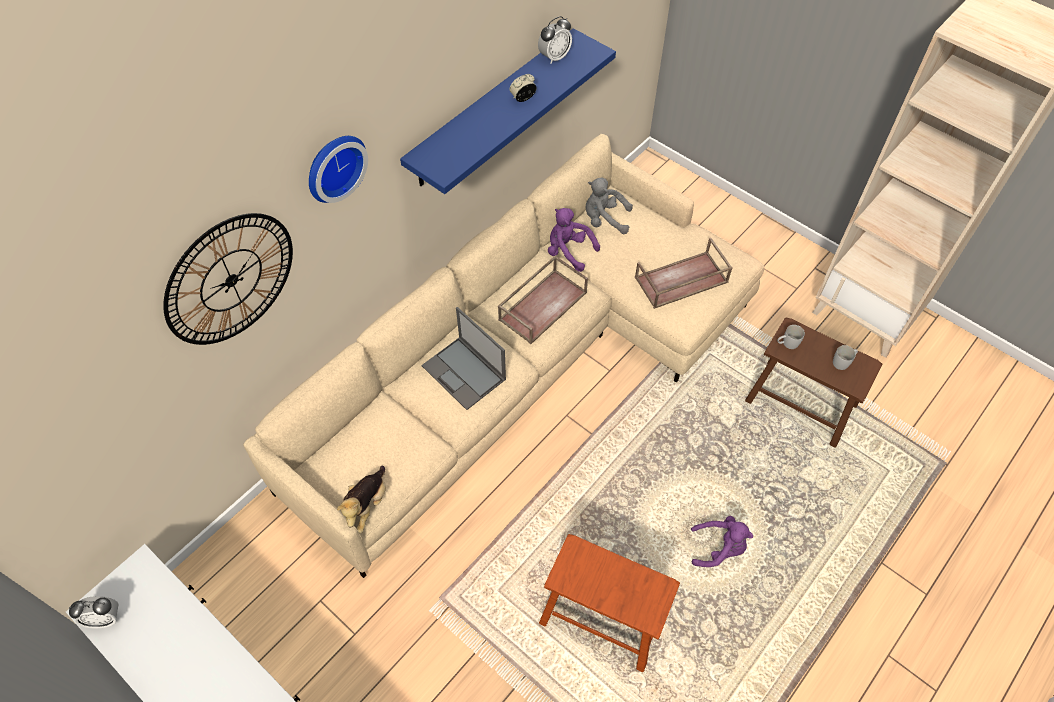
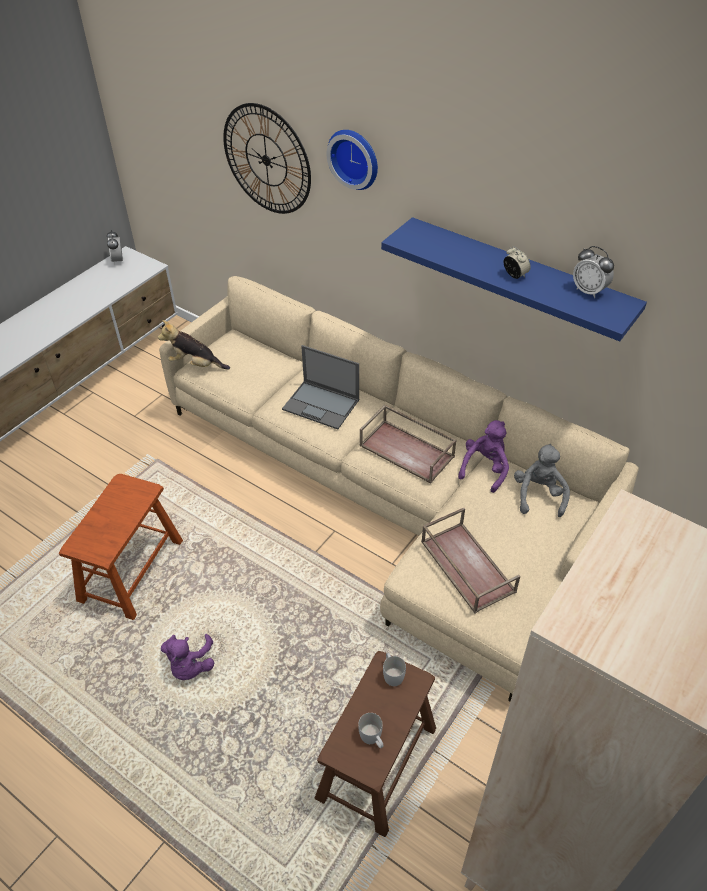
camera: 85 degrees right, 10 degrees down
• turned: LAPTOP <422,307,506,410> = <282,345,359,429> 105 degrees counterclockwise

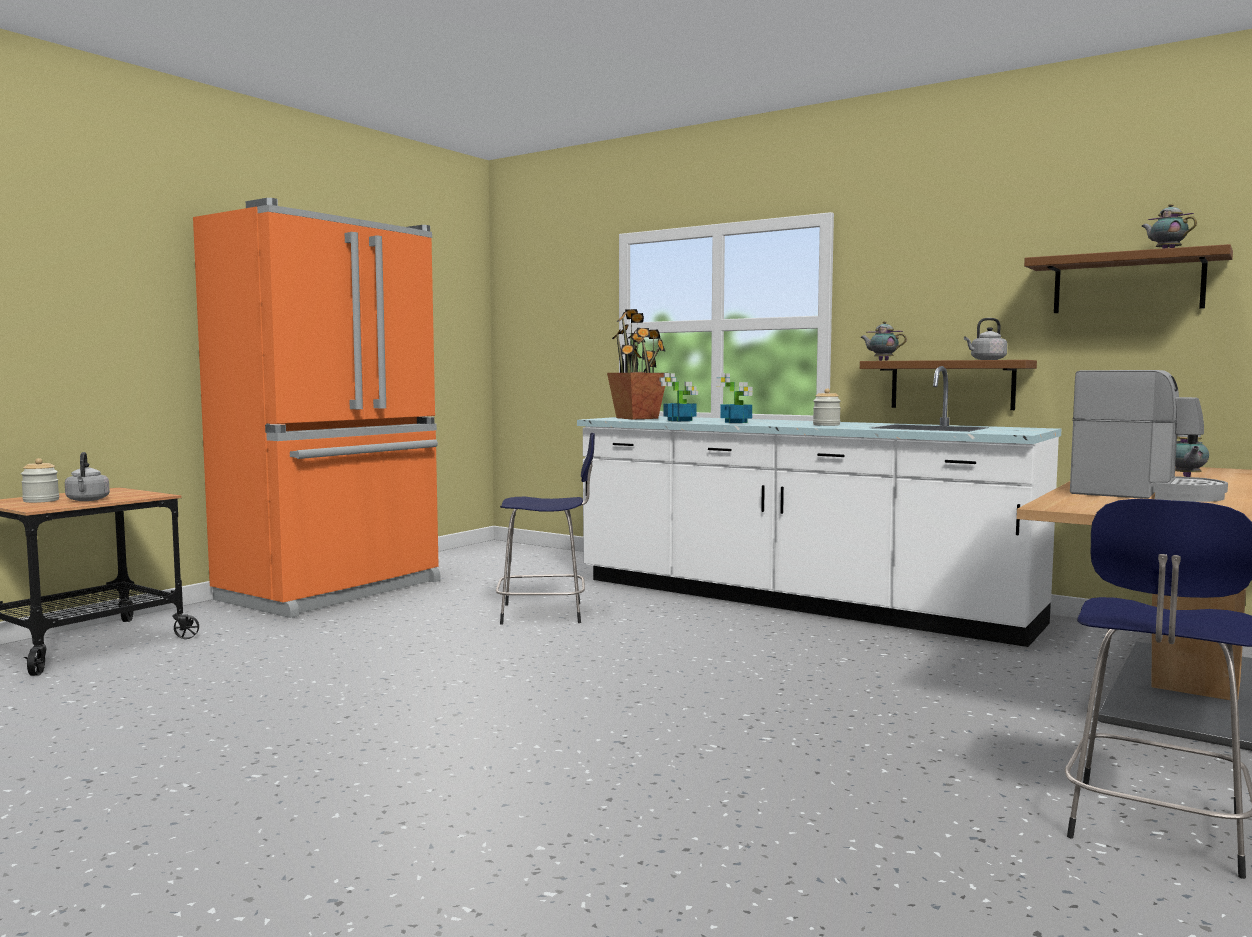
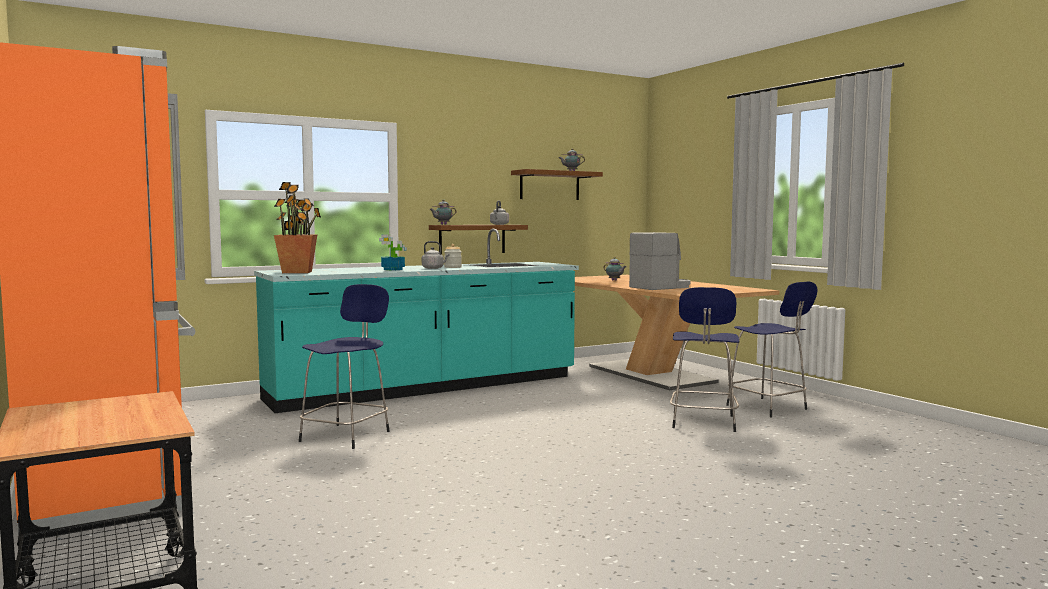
camera: 65 degrees left, 0 degrees up
• removed: JAR <21,458,59,503>
• removed: HOUSEPLANT <660,373,698,421>
• added: BLUE SITTING STOOL <670,287,740,432>
• moved: GREY TEA KETTLE <65,452,110,501> to <422,241,450,269>
• recoloured: WHITE KITCHEN BASE UNIT <577,366,1061,647> to BLUE-GREEN KITCHEN BASE UNIT <254,229,579,413>

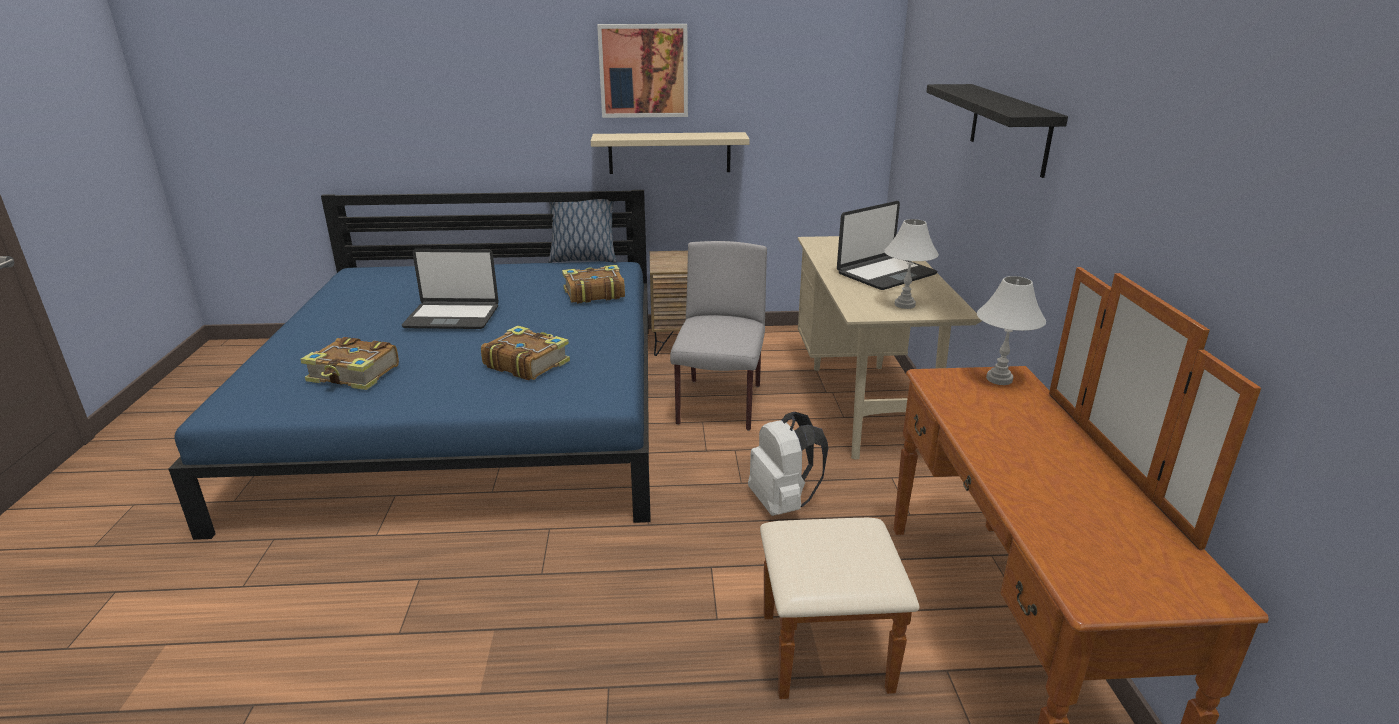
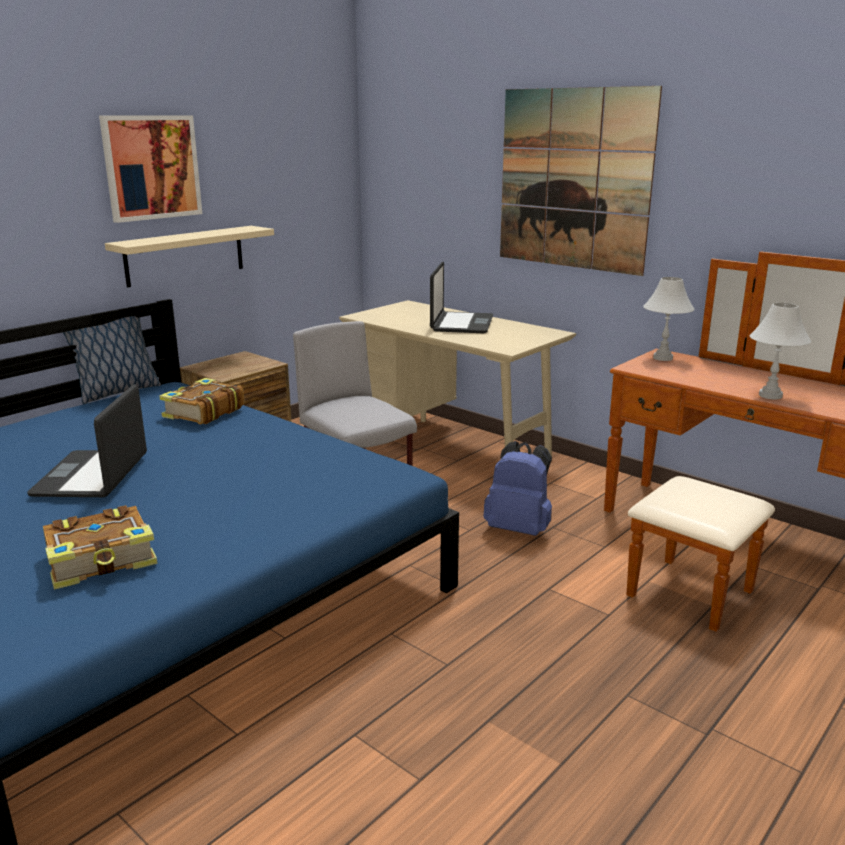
camera: 45 degrees left, 5 degrees down
• removed: BOUND BOOK <481,326,570,380>
• moved: WHITE TABLETOP LAMP <884,219,939,309> to <750,303,811,399>
• replaced: BLACK-COLOURED WALL SHELF <926,84,1068,178> to WALL PICTURE <500,86,662,276>
• recoloured: WHITE BACKPACK <748,412,828,516> to BLUE BACKPACK <483,441,552,536>
• turned: LAPTOP <402,249,499,329> = <27,384,147,497> 135 degrees clockwise

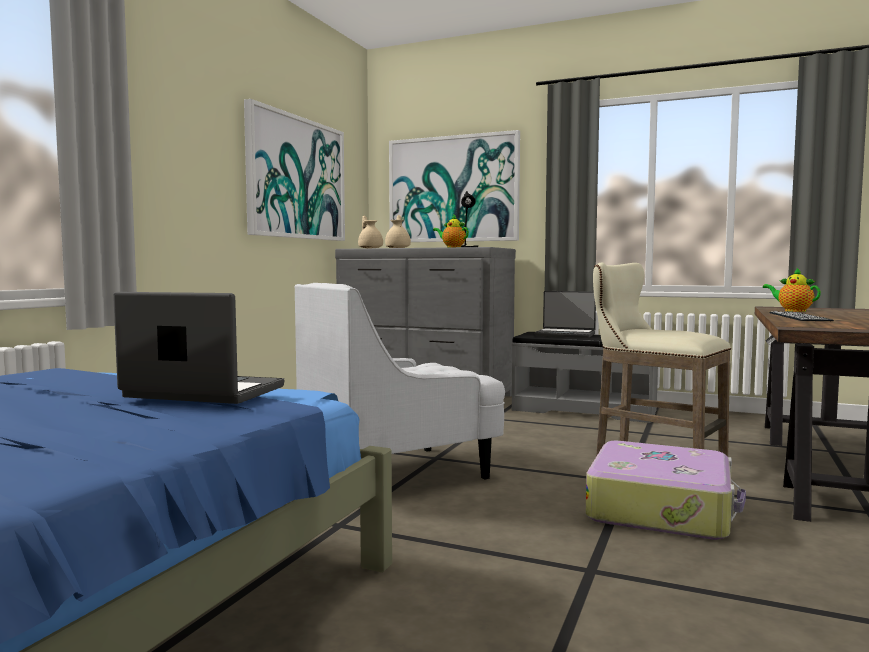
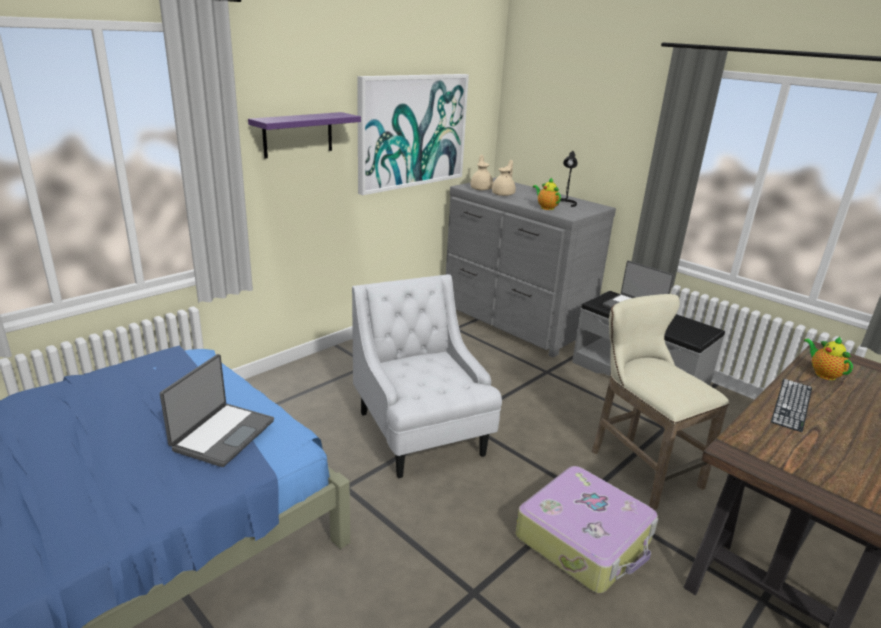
camera: 20 degrees right, 20 degrees up
• removed: WALL PICTURE <389,130,520,242>
• added: PURPLE-COLOURED WALL SHELF <248,112,361,158>
• turned: LAPTOP <113,292,284,404> = <160,354,274,467> 75 degrees clockwise
• turned: WHITE LOUNGE CHAIR <295,283,505,480> = <352,274,502,478> 75 degrees clockwise

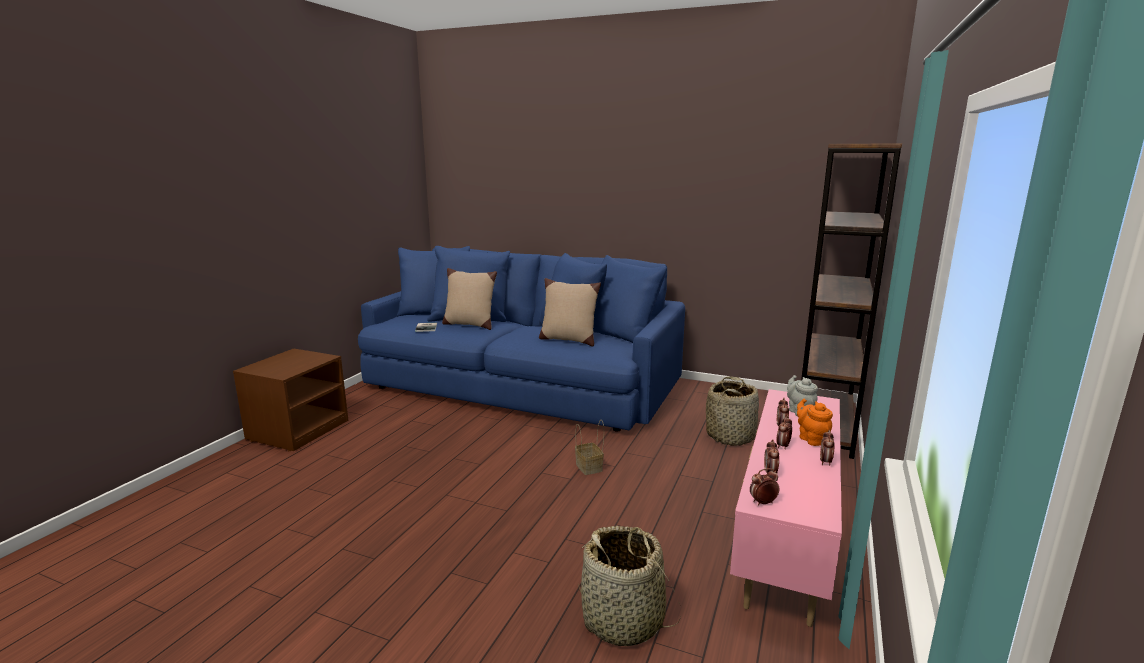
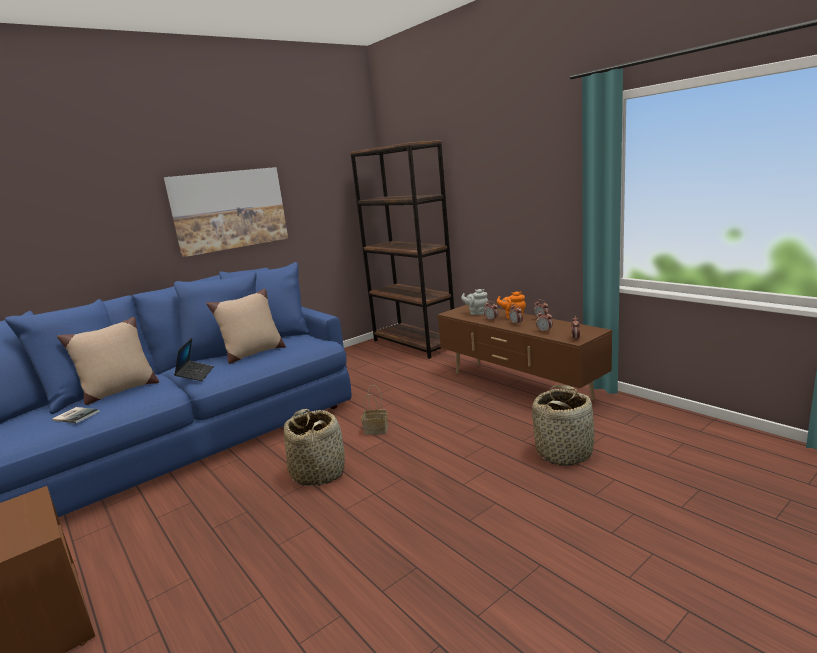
camera: 60 degrees left, 0 degrees up
• added: WALL PICTURE <164,167,288,257>
• added: LAPTOP <174,338,214,381>
• moved: STORAGE BASKET <706,376,759,446> to <284,409,345,486>
• recoloured: PINKISH MEDIA CONSOLE <730,389,842,627> to BROWNISH MEDIA CONSOLE <438,305,612,400>

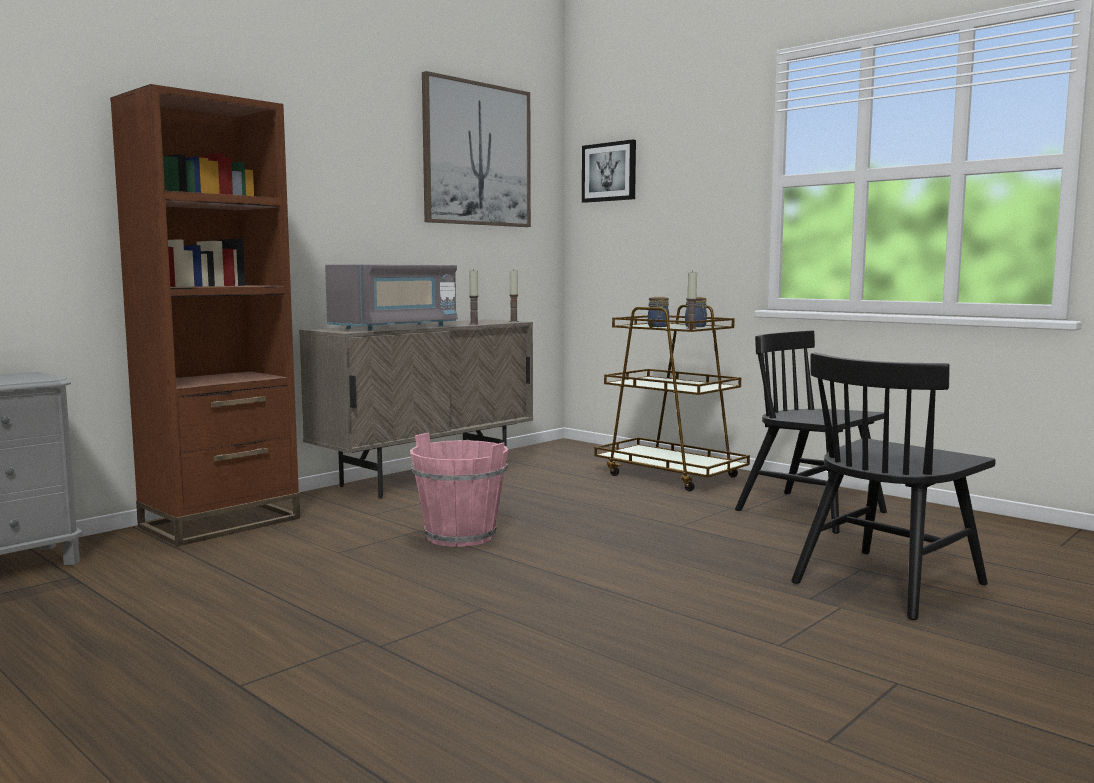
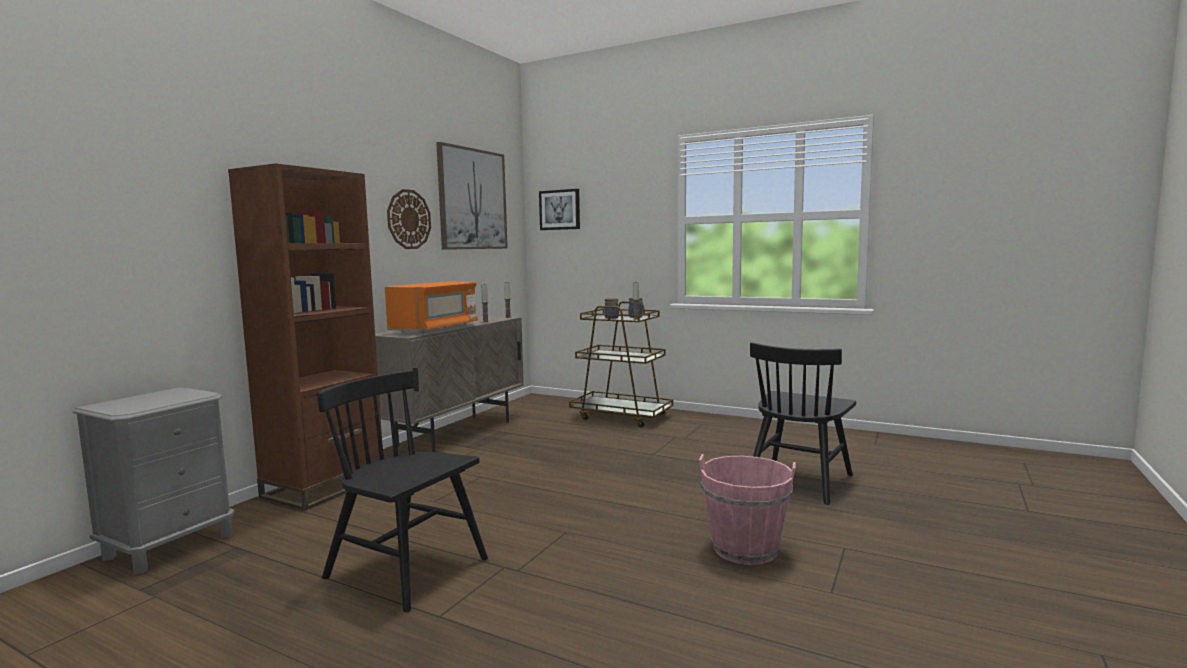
camera: 15 degrees left, 0 degrees up
• added: CLOCK ON THE WALL <387,189,431,249>
• moved: PINKISH BUCKET <410,433,509,547> to <699,454,796,565>
• moved: BLACK-COLOURED CHAIR <735,331,887,534> to <317,370,488,613>
• recoloured: GREY KITCHEN MICROWAVE <325,264,458,331> to ORANGE-COLOURED KITCHEN MICROWAVE <385,281,478,334>

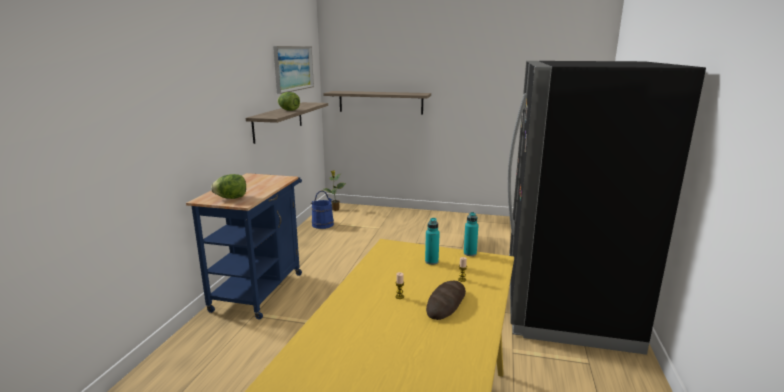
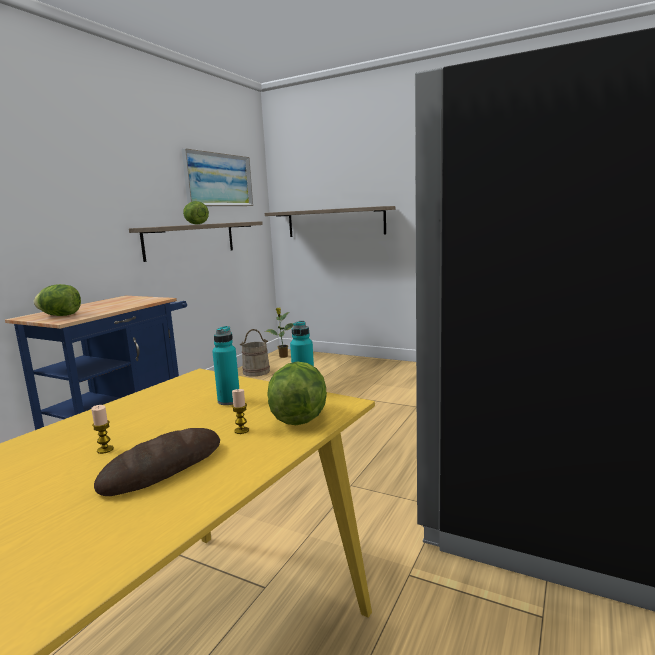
camera: 15 degrees right, 5 degrees down
• added: LETTUCE <267,361,327,425>
• recoloured: BLUE BUCKET <311,191,334,229> to BEIGE-COLOURED BUCKET <240,329,270,377>

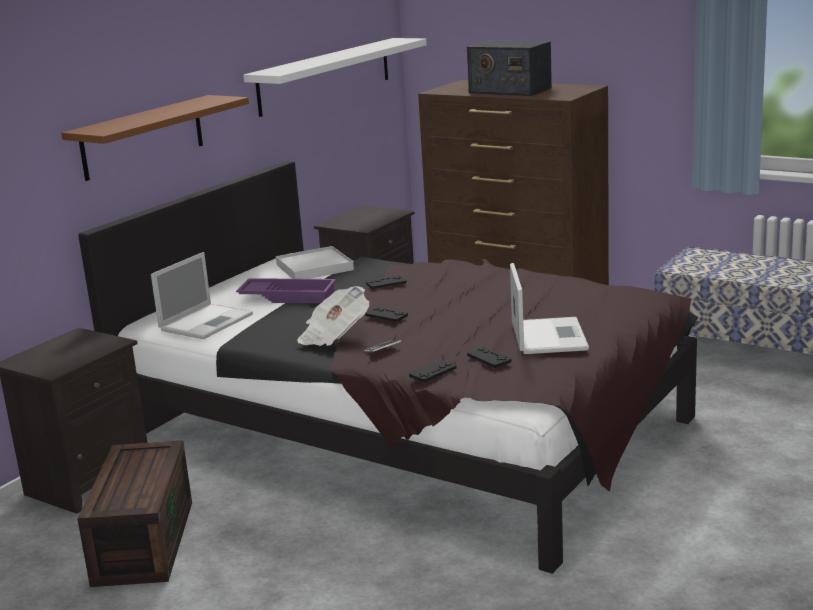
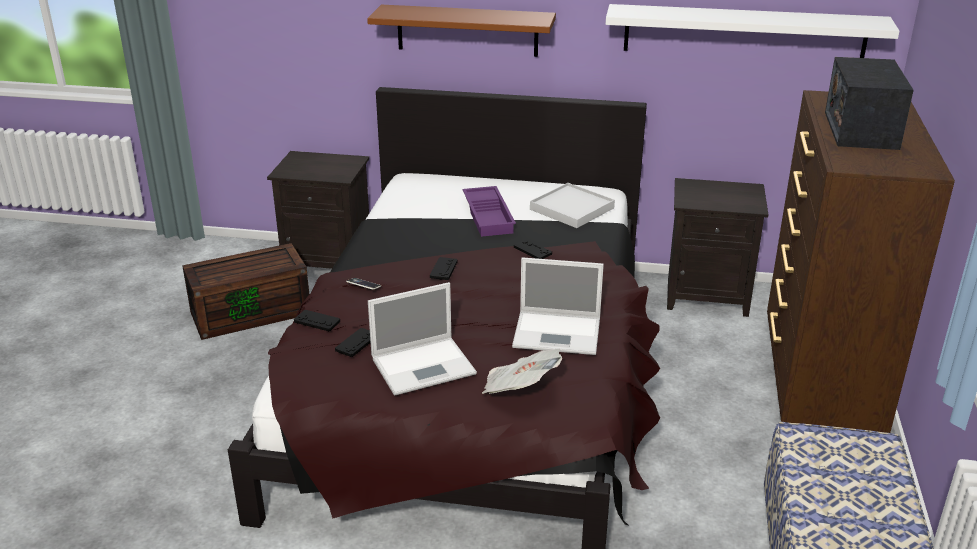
camera: 65 degrees right, 10 degrees up
• moved: LAPTOP <151,252,253,339> to <512,257,604,355>
• moved: NEWSPAPER <297,286,369,346> to <482,349,562,394>

